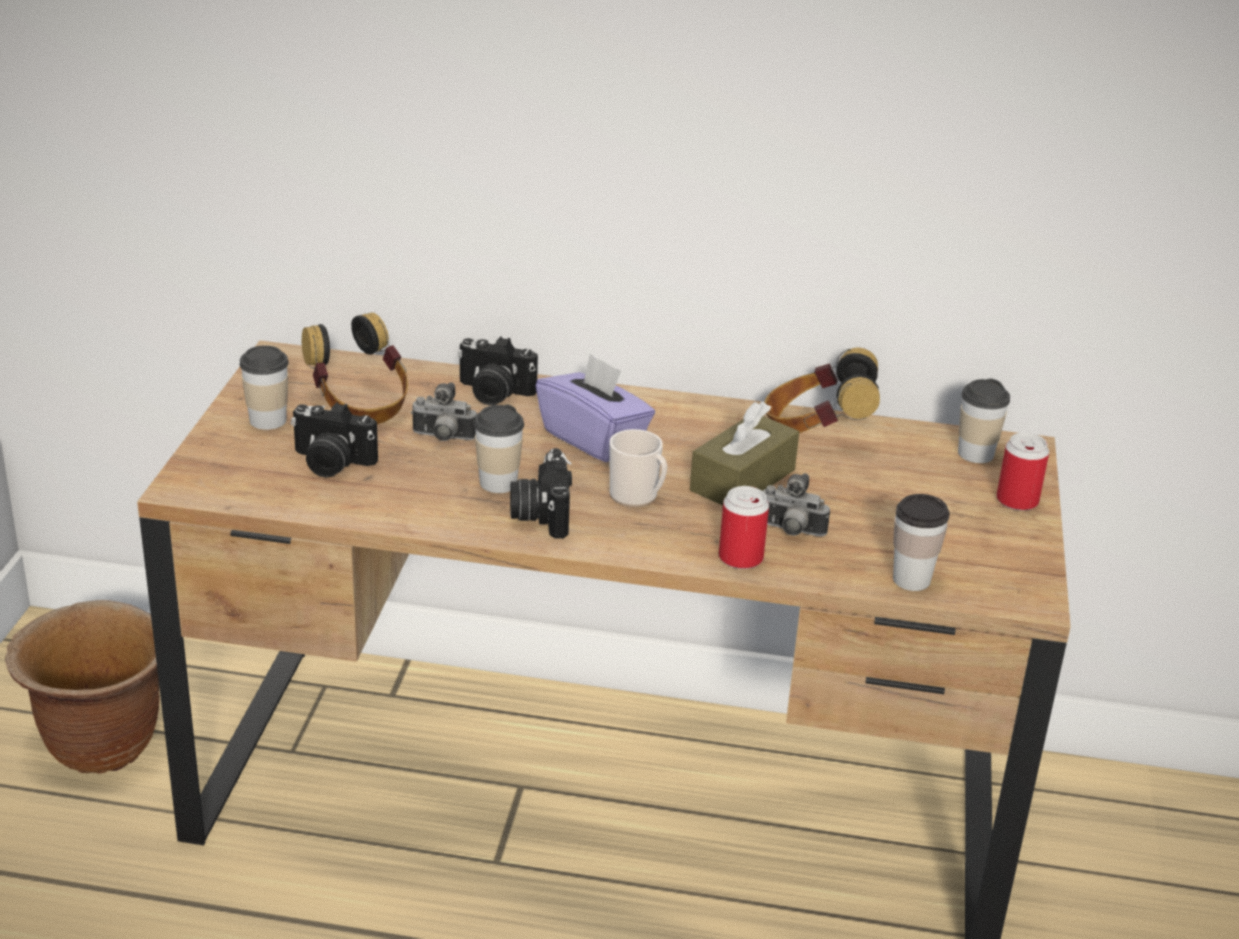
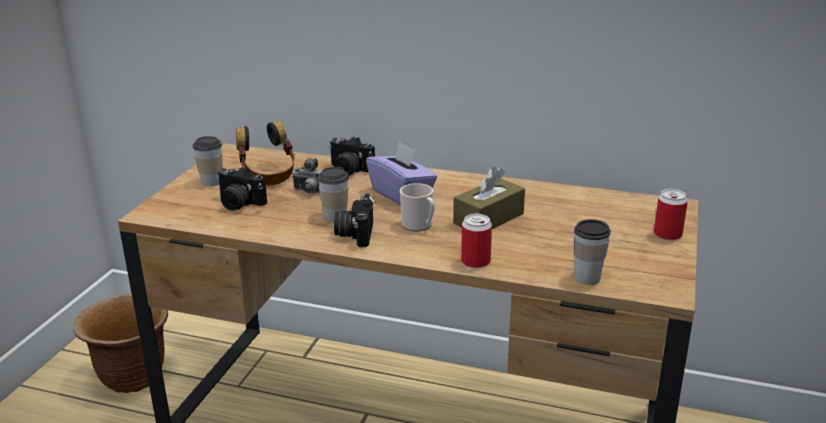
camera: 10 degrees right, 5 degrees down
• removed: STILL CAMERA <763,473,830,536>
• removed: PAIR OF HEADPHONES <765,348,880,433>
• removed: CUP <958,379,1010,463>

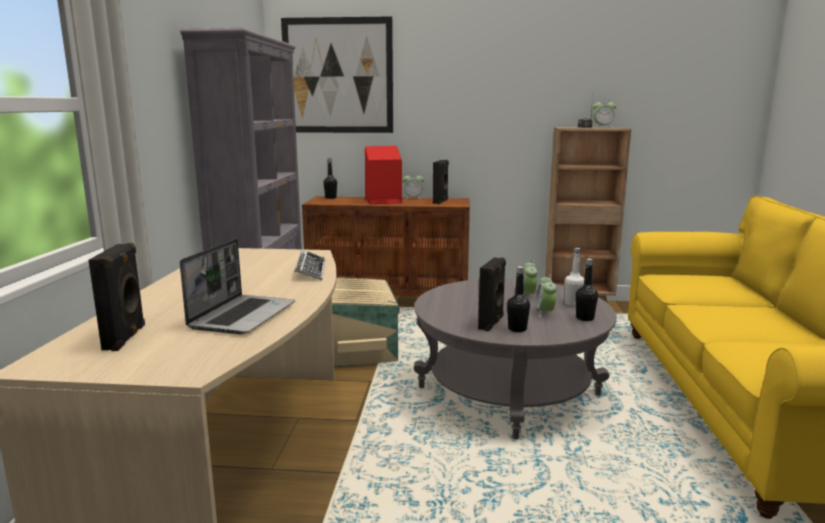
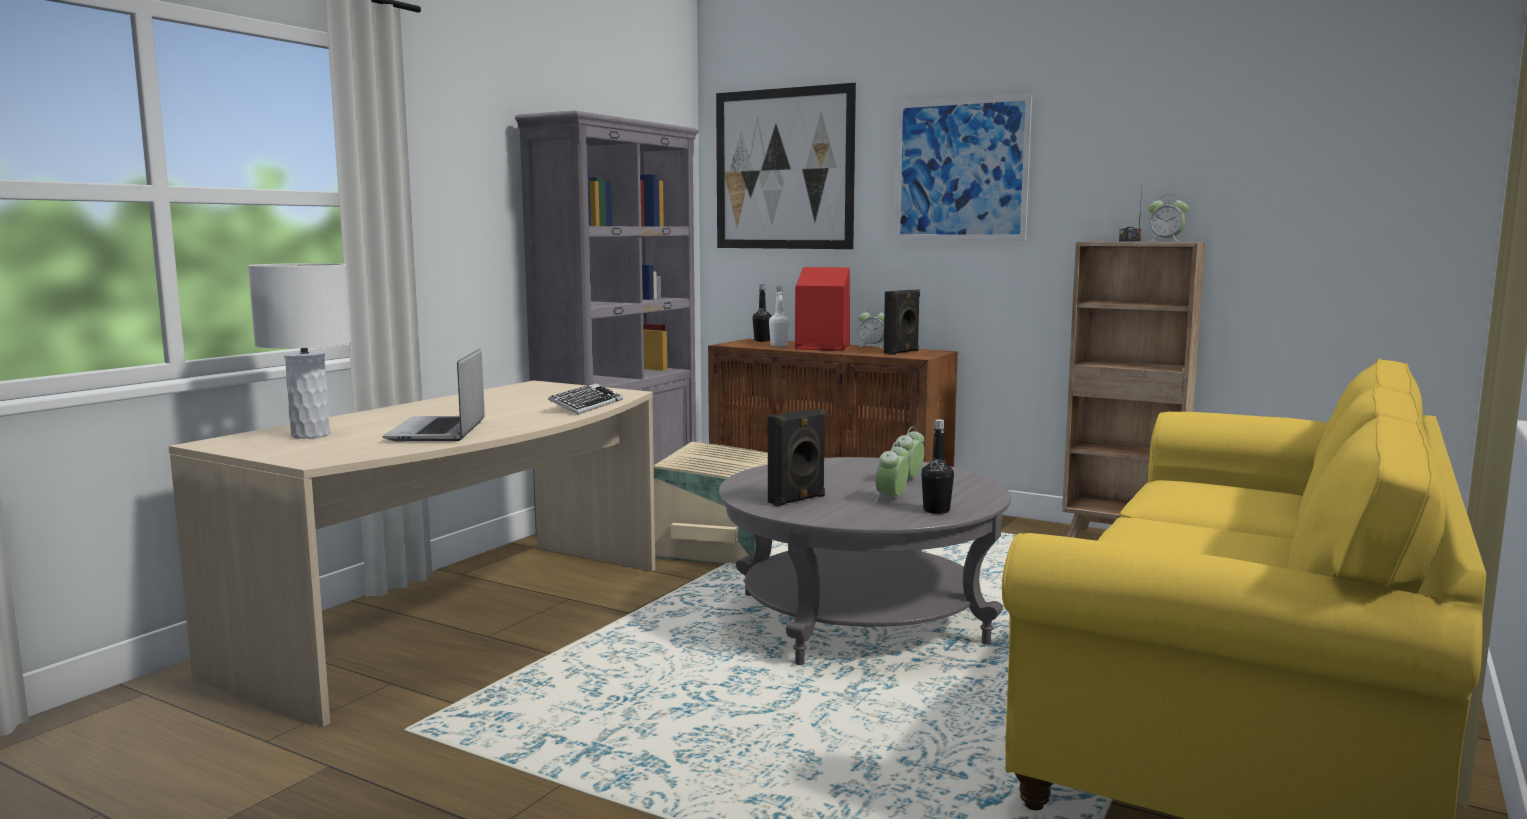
camera: 25 degrees right, 5 degrees down
• removed: BLACK-COLOURED BEVERAGE BOTTLE <507,266,530,332>
• added: WALL PICTURE <895,94,1032,240>
• moved: WHITE BEVERAGE BOTTLE <565,248,585,306> to <769,287,789,346>
• replaced: BLACK-COLOURED SPEAKER <89,243,145,351> to WHITE TABLETOP LAMP <248,263,351,439>
• turned: LAPTOP <180,239,295,334> = <383,349,485,441> 135 degrees clockwise

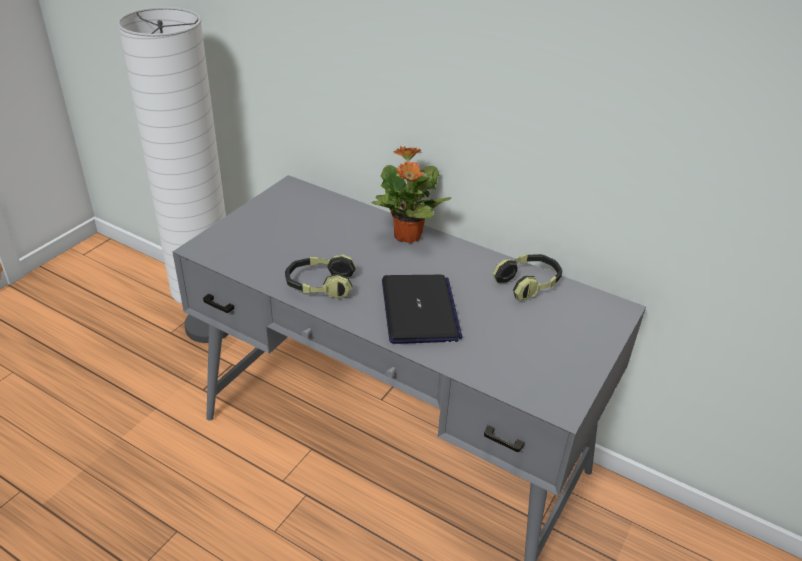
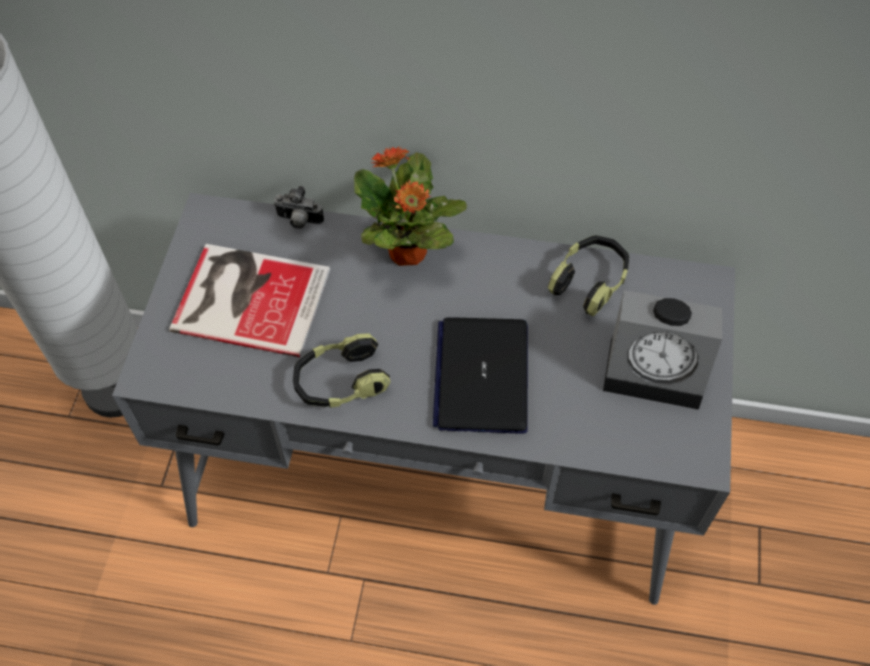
camera: 20 degrees left, 20 degrees up
• added: BOUND BOOK <169,244,330,357>
• added: STILL CAMERA <273,186,324,229>
• added: ALARM CLOCK <603,290,722,410>
• turned: LAPTOP <382,275,462,344> = <433,317,528,434> 150 degrees counterclockwise

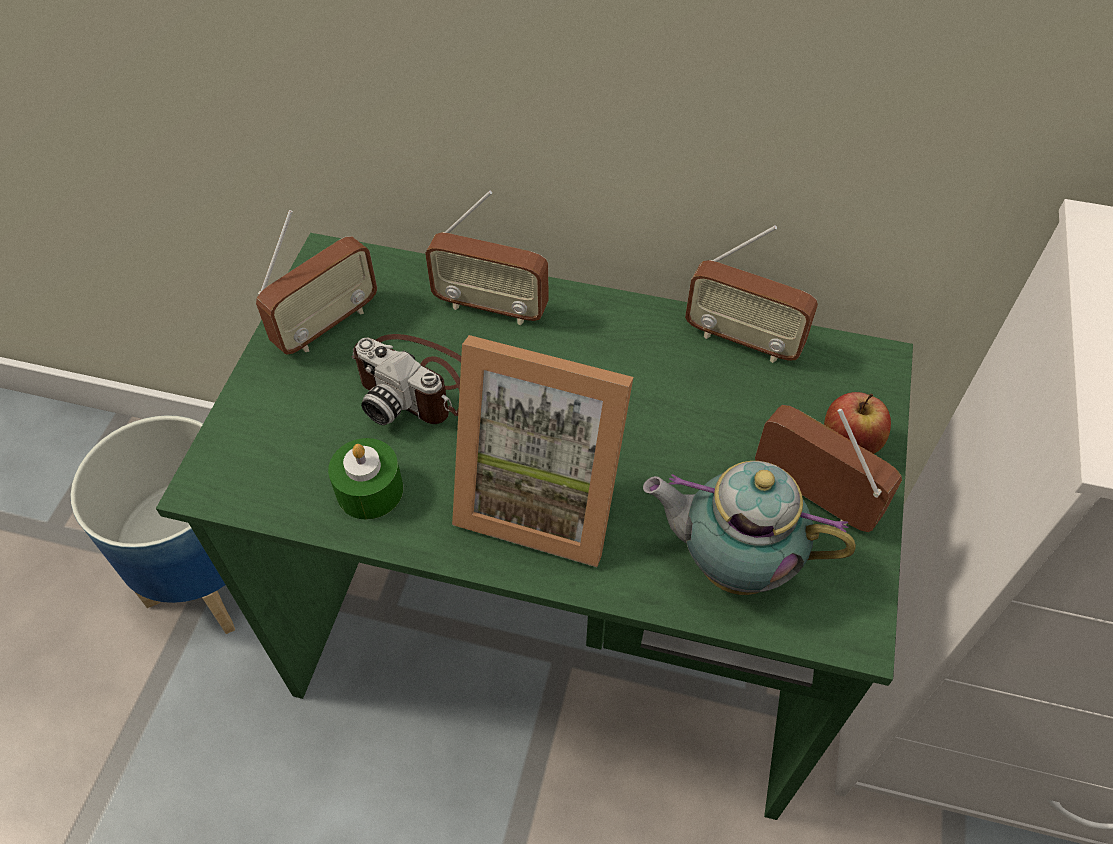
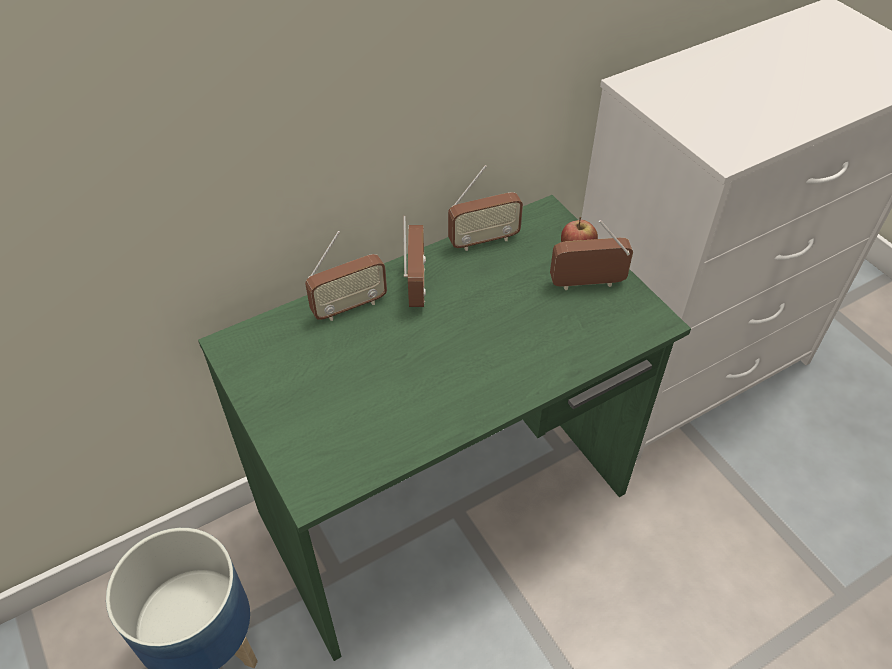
camera: 45 degrees left, 5 degrees down
• removed: GREEN WAX CANDLE <328,438,403,520>
• removed: STILL CAMERA <351,334,461,425>
• removed: STANDING FRAME <452,335,633,567>
• removed: TEAPOT <643,461,856,595>
• moved: RADIO SET <256,210,377,355> to <403,216,426,307>

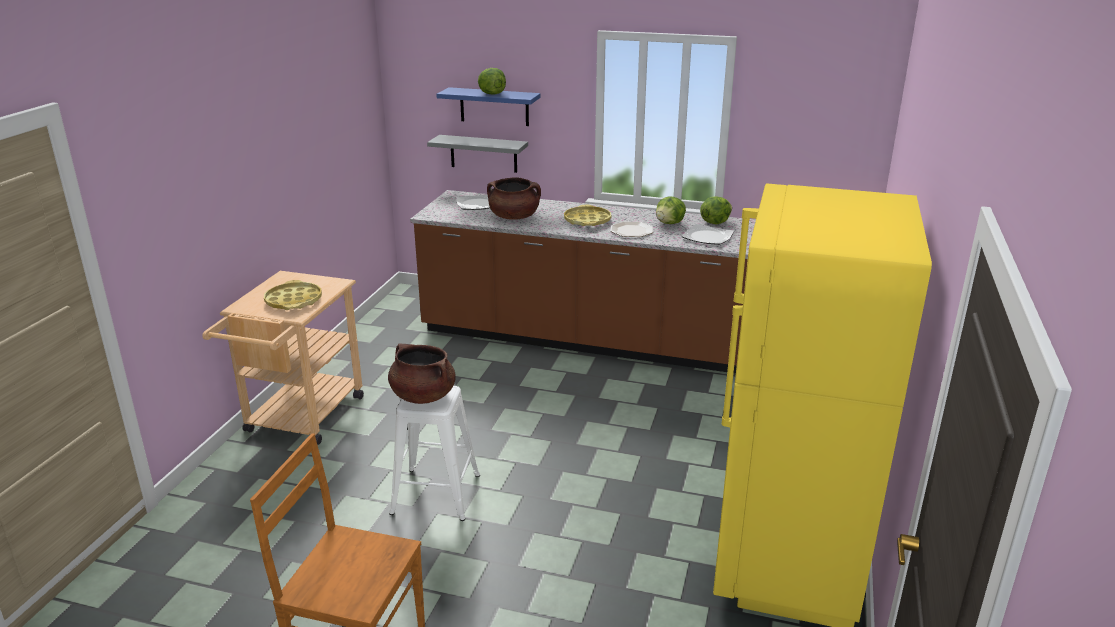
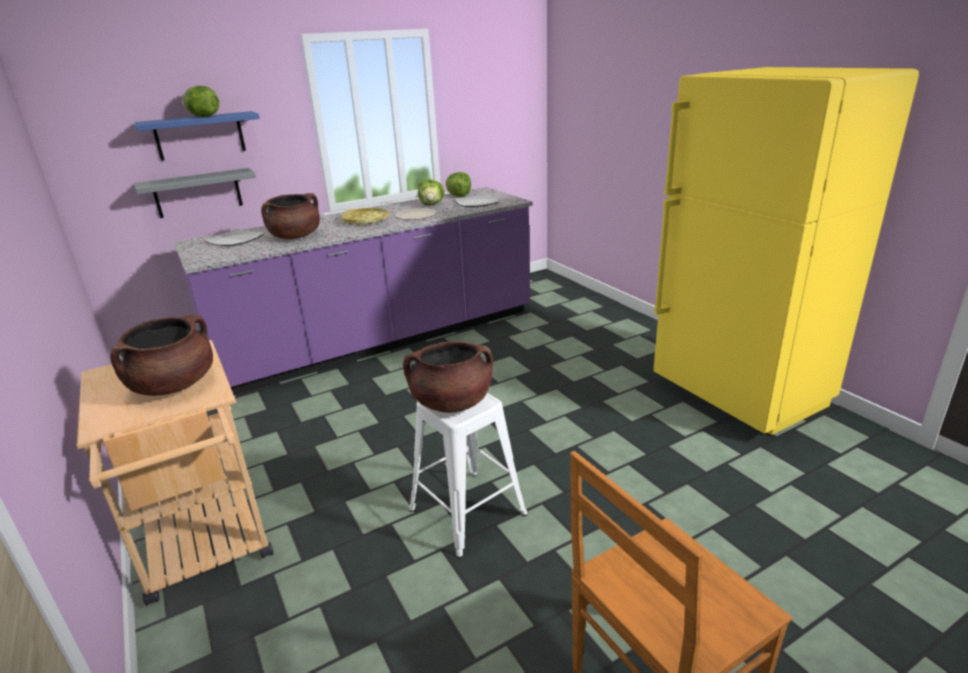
camera: 45 degrees left, 0 degrees up
• replaced: YELLOWISH SERVING TRAY <264,280,322,310> to BROWNISH COOKING POT <110,314,213,396>
• recoloured: BROWNISH KITCHEN BASE UNIT <410,190,756,373> to PURPLE-COLOURED KITCHEN BASE UNIT <174,187,532,395>

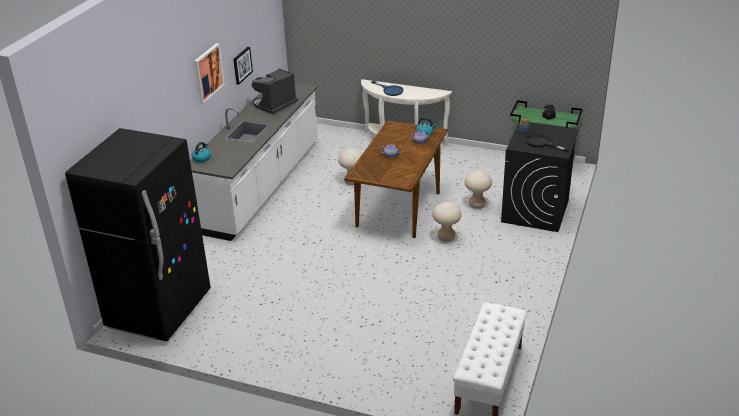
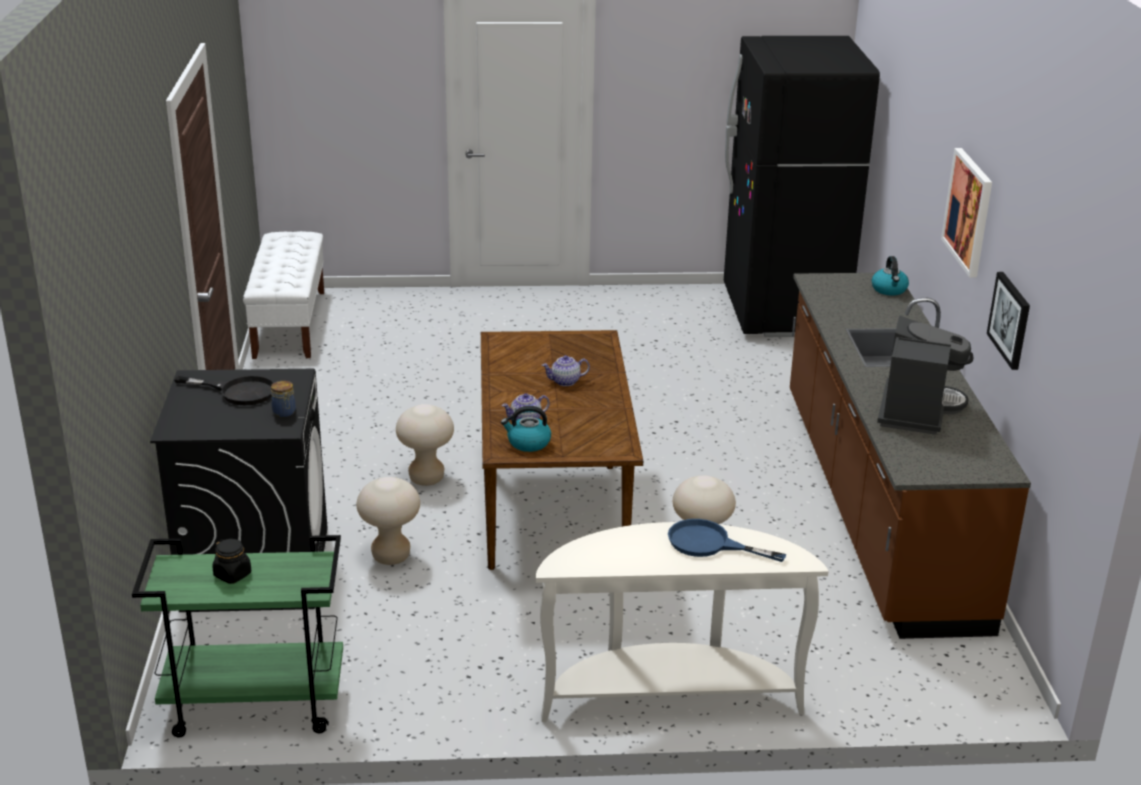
camera: 155 degrees right, 5 degrees down
• recoloured: WHITE KITCHEN BASE UNIT <190,83,318,241> to BROWNISH KITCHEN BASE UNIT <790,273,1031,639>

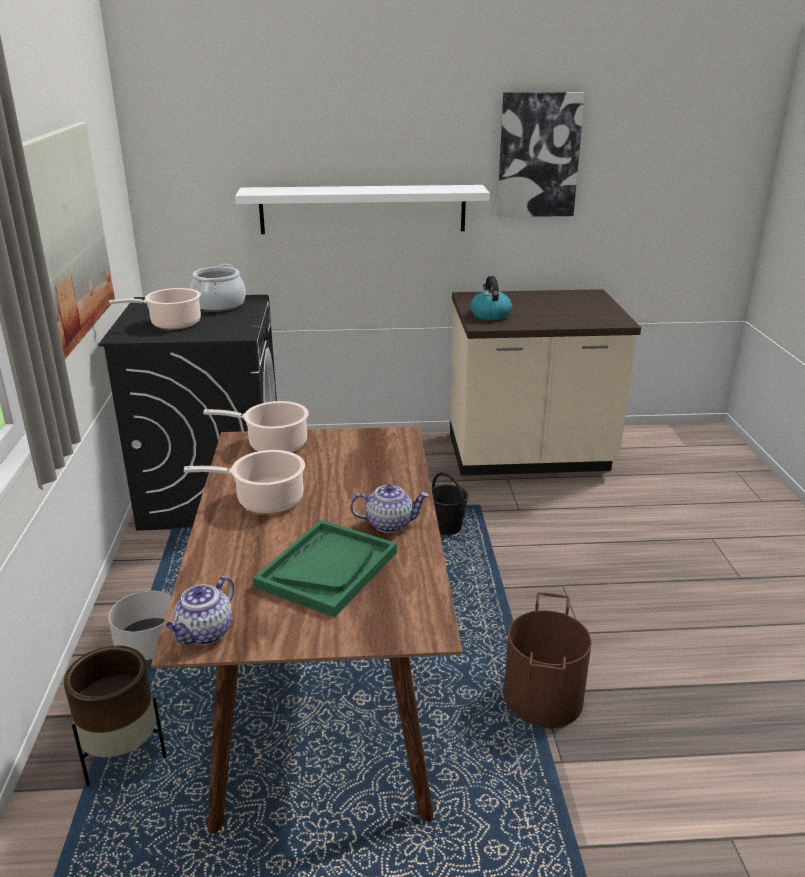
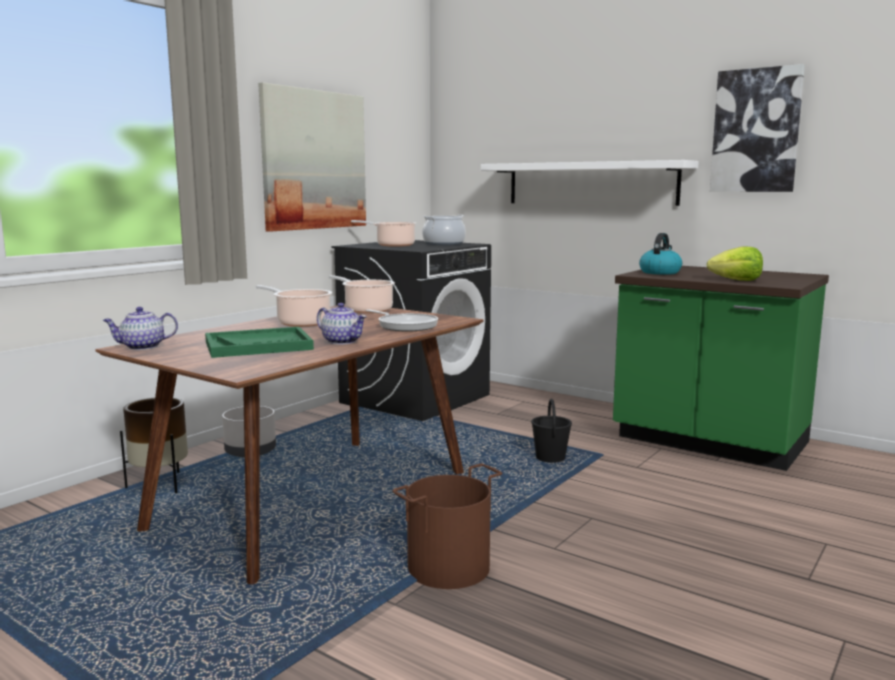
camera: 40 degrees right, 15 degrees down
• added: SKILLET <366,310,438,332>
• added: LETTUCE <706,247,763,281>
• recoloured: BEIGE-COLOURED KITCHEN BASE UNIT <450,289,641,476> to GREEN KITCHEN BASE UNIT <613,266,829,471>

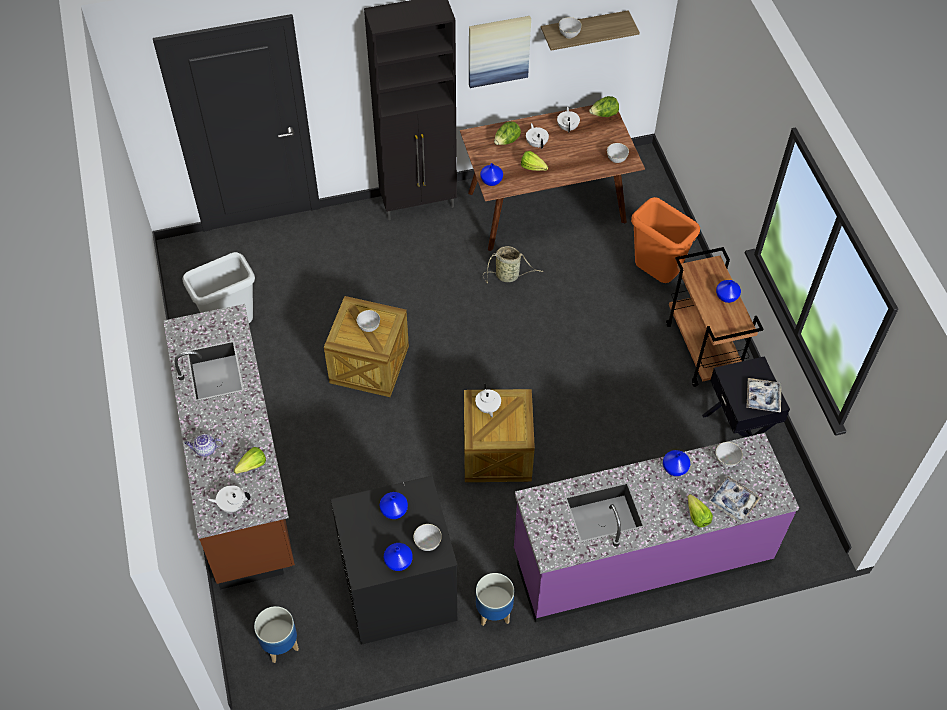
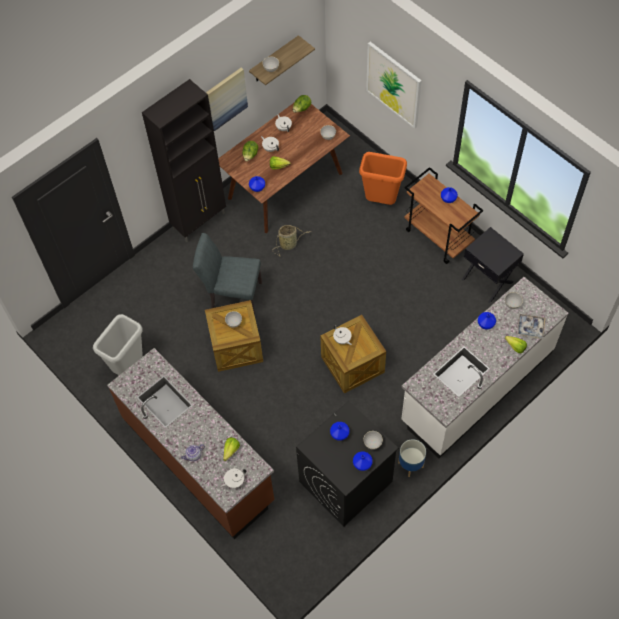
camera: 25 degrees left, 5 degrees up
• removed: PLANTER <254,606,299,663>
• removed: SERVING TRAY <746,378,781,413>
• added: GREY CHAIR <193,233,262,315>
• added: WALL PICTURE <366,42,422,129>
• recoloured: PURPLE-COLOURED KITCHEN BASE UNIT <514,433,799,623> to WHITE KITCHEN BASE UNIT <401,277,569,458>

